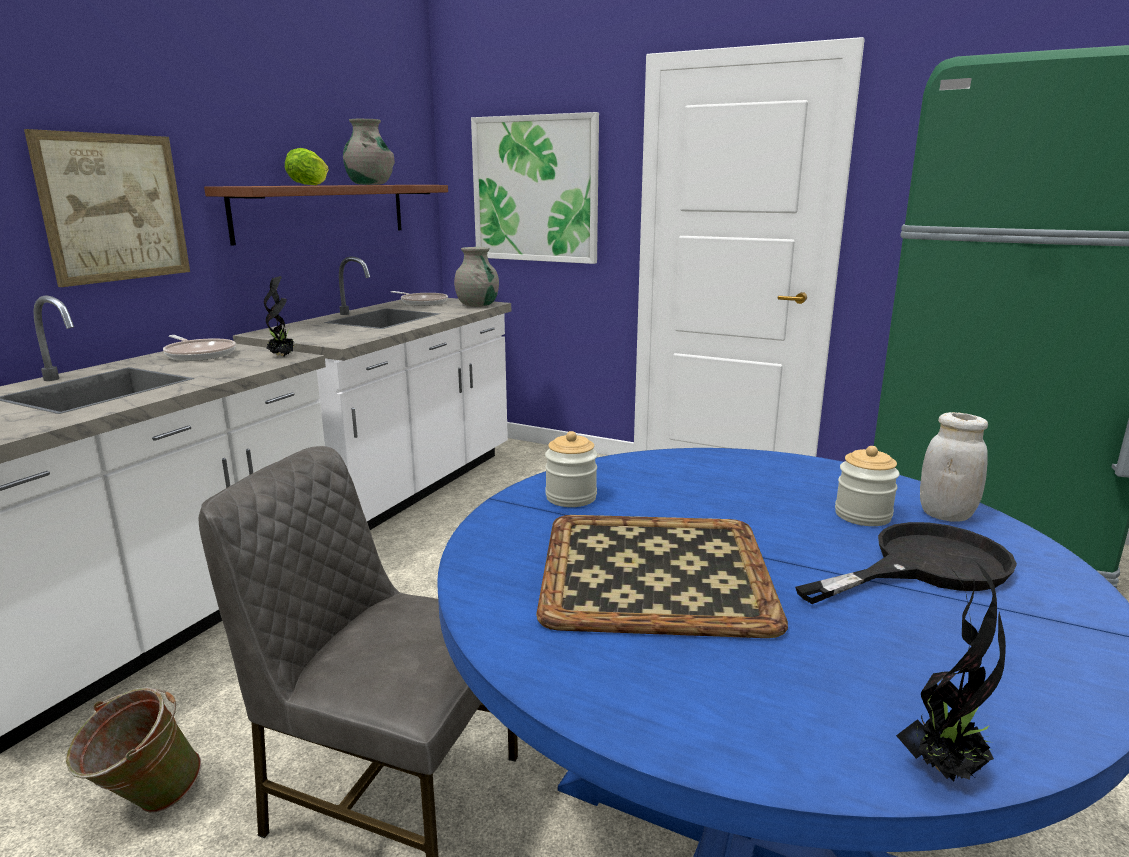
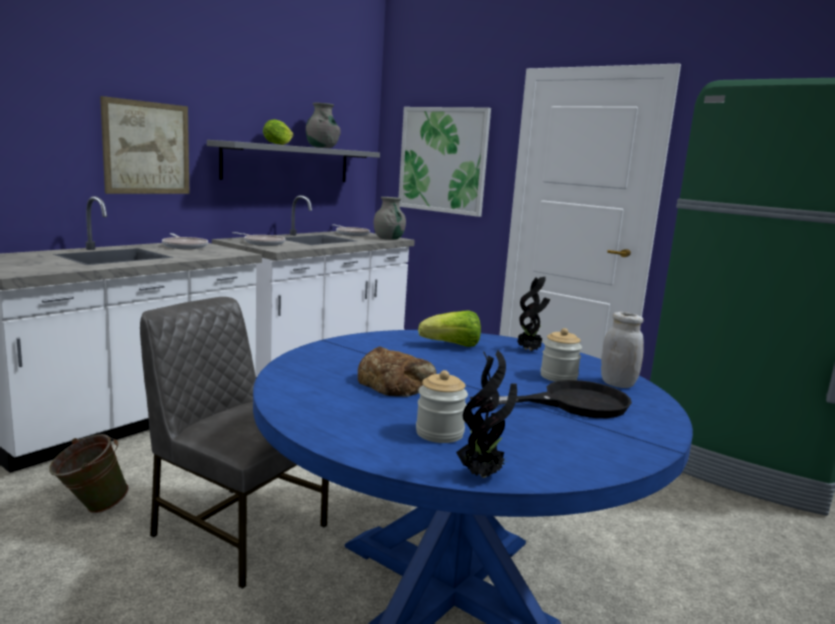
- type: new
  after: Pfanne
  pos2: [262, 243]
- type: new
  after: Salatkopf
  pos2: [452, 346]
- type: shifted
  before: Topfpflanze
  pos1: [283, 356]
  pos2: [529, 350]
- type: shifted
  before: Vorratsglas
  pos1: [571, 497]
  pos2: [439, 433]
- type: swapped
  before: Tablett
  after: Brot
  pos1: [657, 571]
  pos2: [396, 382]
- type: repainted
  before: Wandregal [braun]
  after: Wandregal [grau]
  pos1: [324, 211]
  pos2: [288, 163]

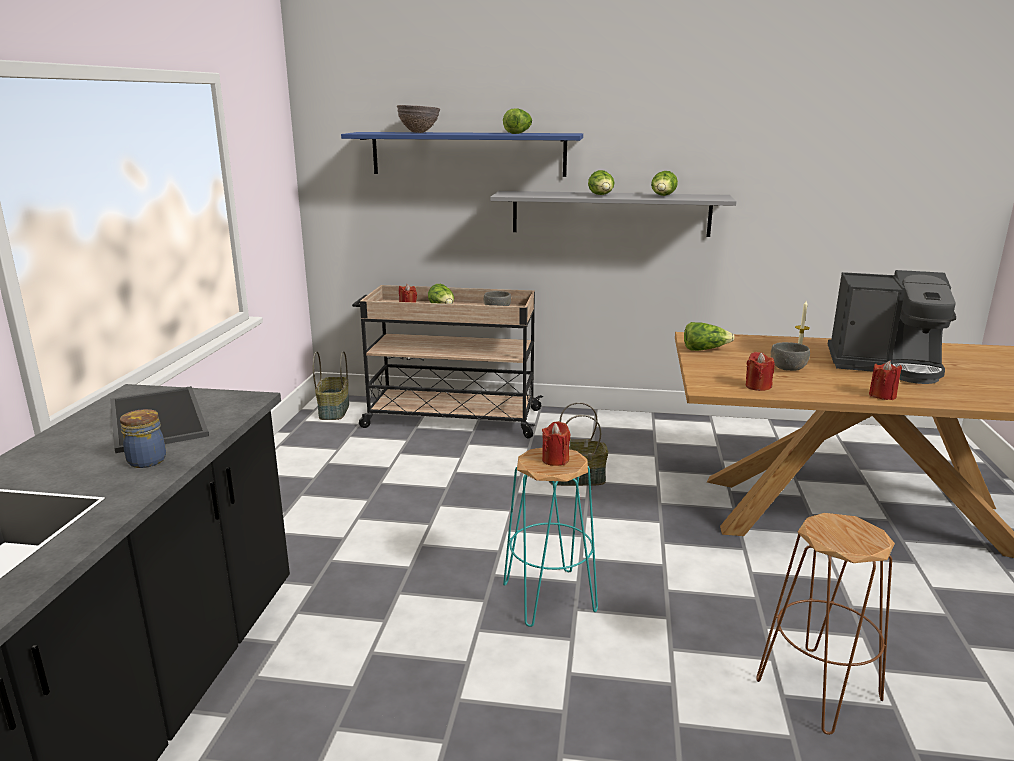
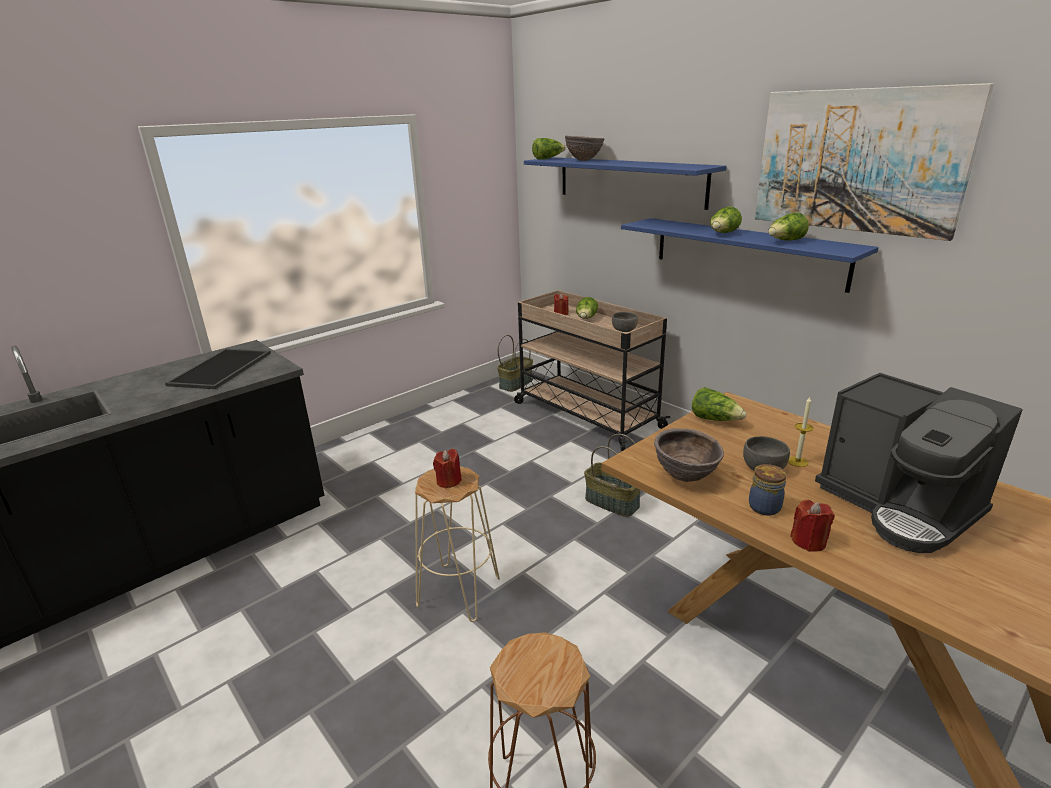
- type: new
  after: Bild
  pos2: [857, 161]
- type: shifted
  before: Vorratsglas
  pos1: [147, 460]
  pos2: [764, 506]
- type: shifted
  before: Salatkopf
  pos1: [518, 133]
  pos2: [548, 159]
- type: swapped
  before: Kerze [rot]
  after: Schüssel [braun]
  pos1: [757, 386]
  pos2: [685, 477]
- type: repainted
  before: Wandregal [grau]
  after: Wandregal [blau]
  pos1: [610, 213]
  pos2: [746, 252]
- type: repainted
  before: Hocker [türkis]
  after: Hocker [beige]
  pos1: [550, 597]
  pos2: [459, 592]

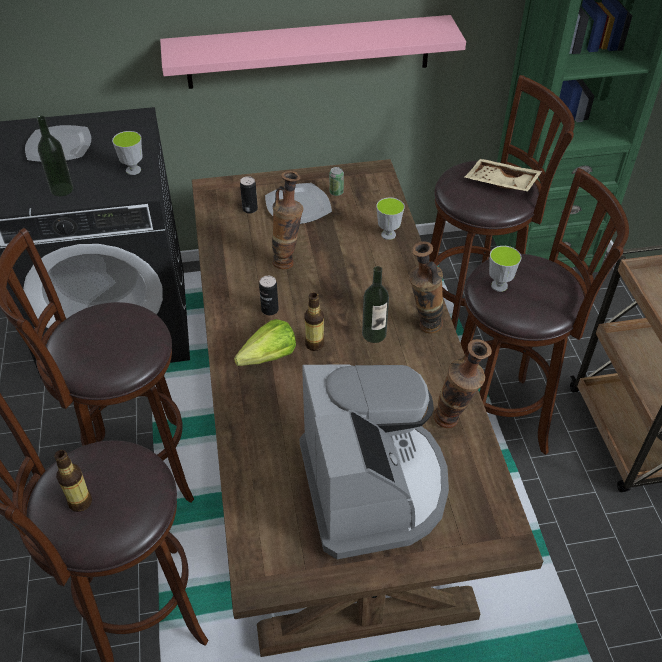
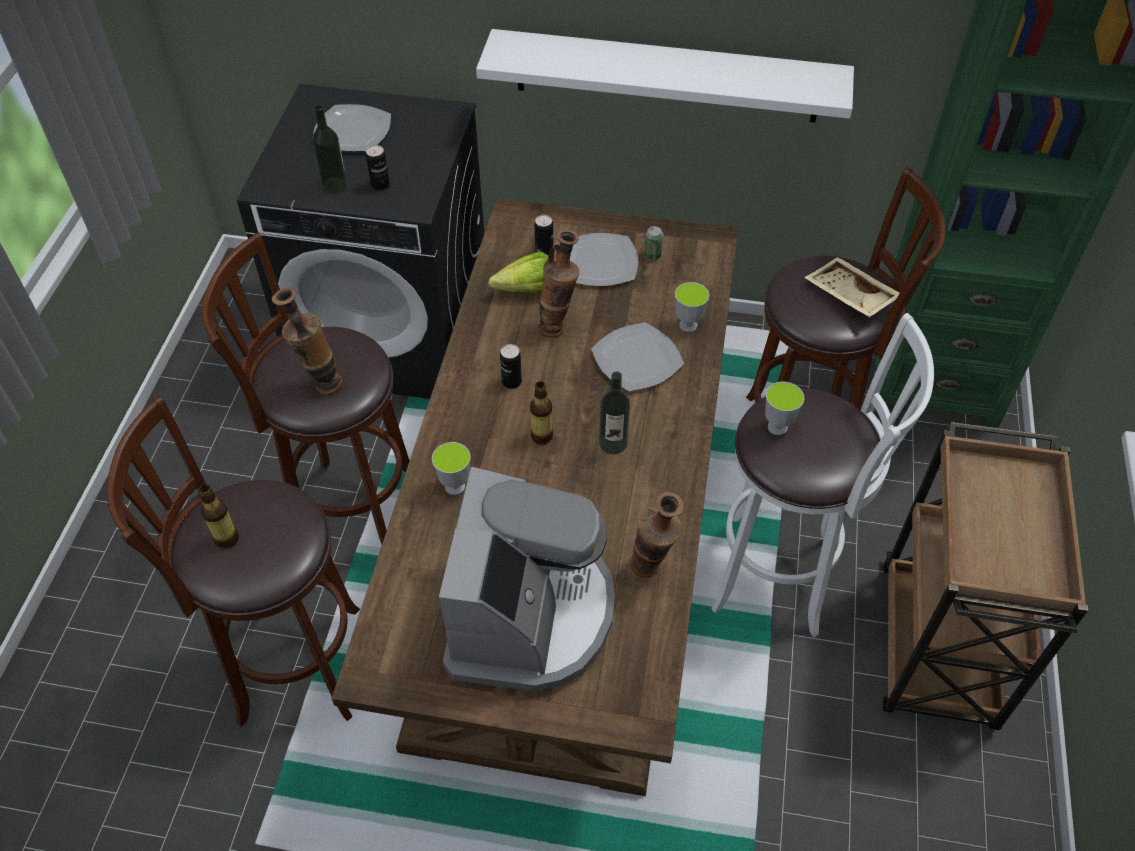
- type: new
  after: Dose
  pos2: [380, 185]
- type: new
  after: Teller
  pos2: [637, 358]
- type: shifted
  before: Tasse
  pos1: [133, 170]
  pos2: [455, 486]
- type: shifted
  before: Salatkopf
  pos1: [263, 359]
  pos2: [521, 290]
- type: shifted
  before: Vase
  pos1: [423, 327]
  pos2: [320, 385]
- type: repainted
  before: Wandregal [rosa]
  after: Wandregal [weiß]
  pos1: [309, 52]
  pos2: [667, 76]
- type: repainted
  before: Hocker [braun]
  after: Hocker [weiß]
  pos1: [501, 417]
  pos2: [781, 576]

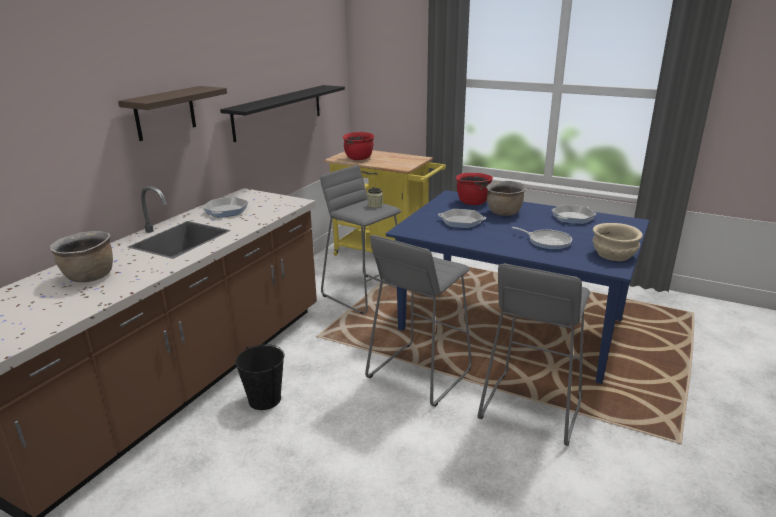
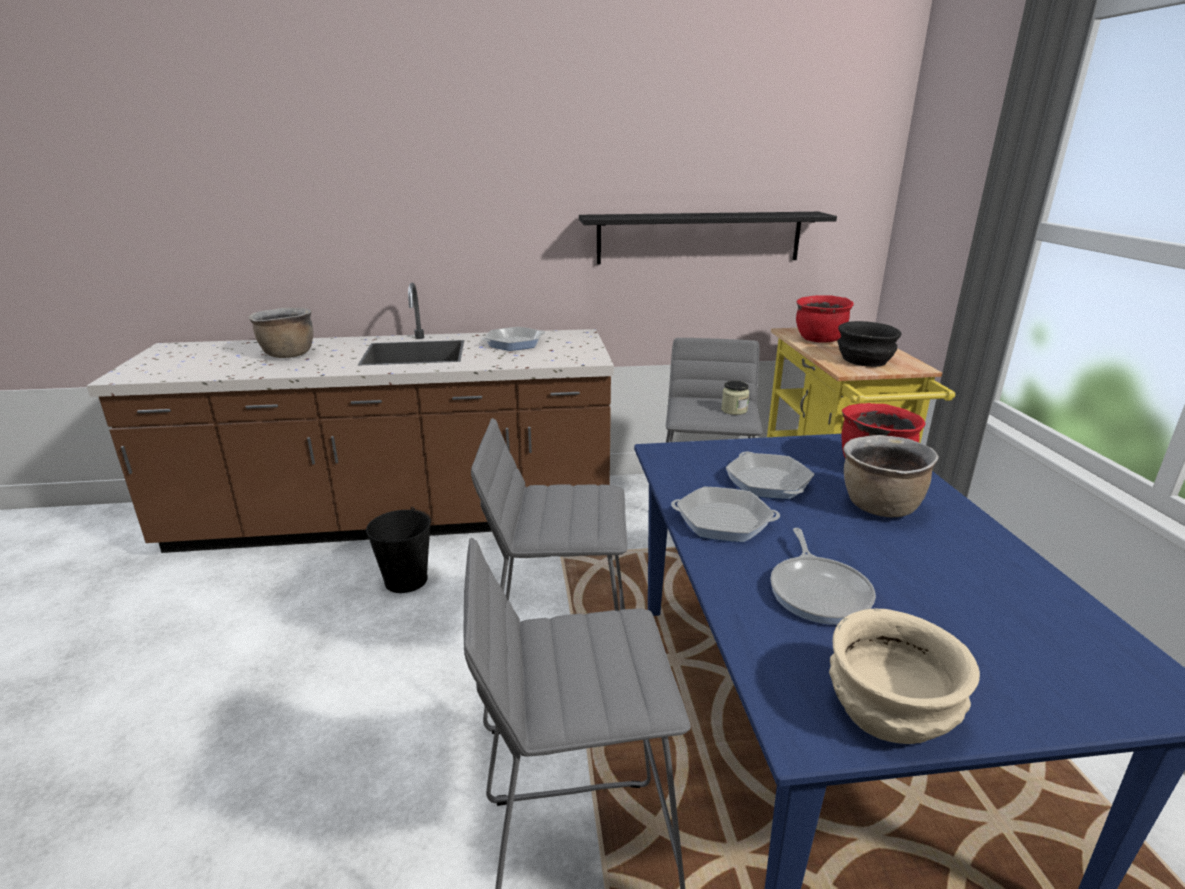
- type: gone
  before: Wandregal
  pos1: [165, 113]
- type: new
  after: Schüssel [schwarz]
  pos2: [864, 360]
- type: shifted
  before: Pfanne
  pos1: [572, 218]
  pos2: [723, 521]

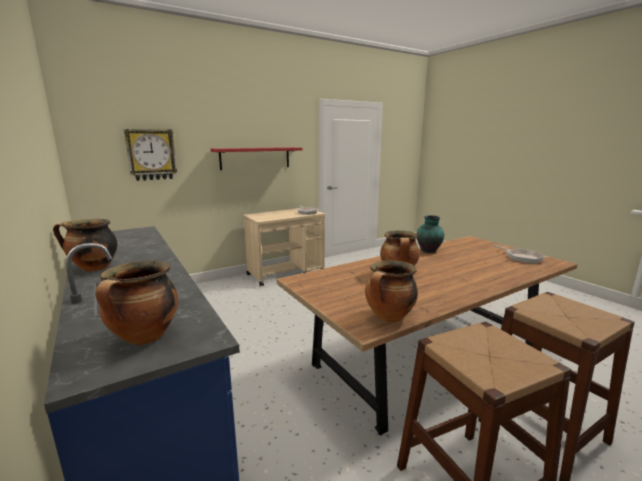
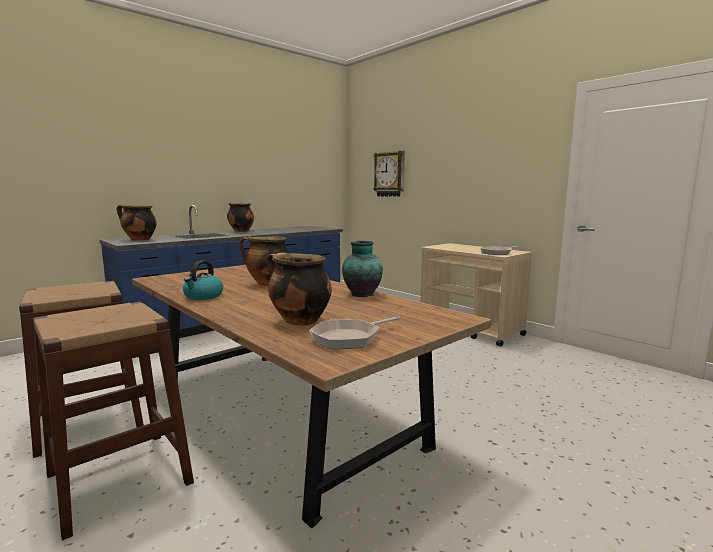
- type: gone
  before: Wandregal [rot]
  pos1: [255, 158]
- type: new
  after: Wasserkessel
  pos2: [203, 296]
- type: shifted
  before: Kochtopf
  pos1: [389, 317]
  pos2: [299, 321]

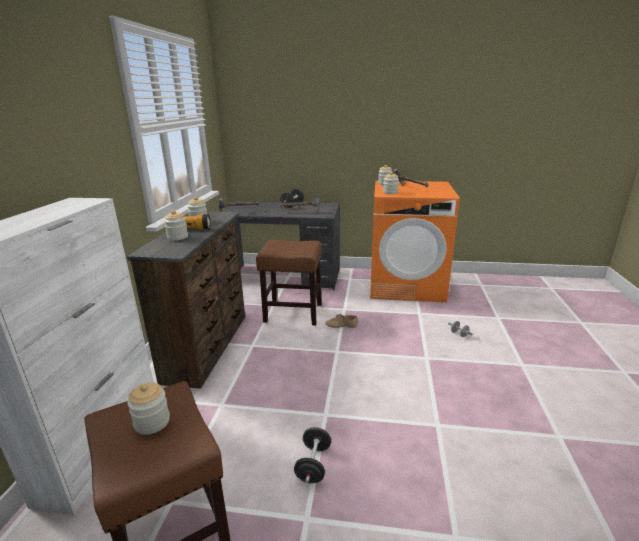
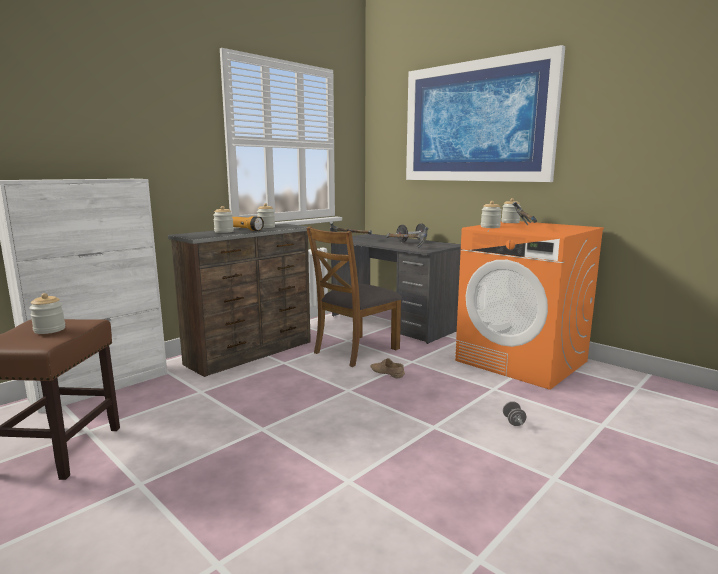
- type: gone
  before: Hantel [schwarz]
  pos1: [313, 465]
- type: new
  after: Bild
  pos2: [476, 122]
- type: swapped
  before: Hocker [braun]
  after: Stuhl [braun]
  pos1: [292, 313]
  pos2: [355, 350]

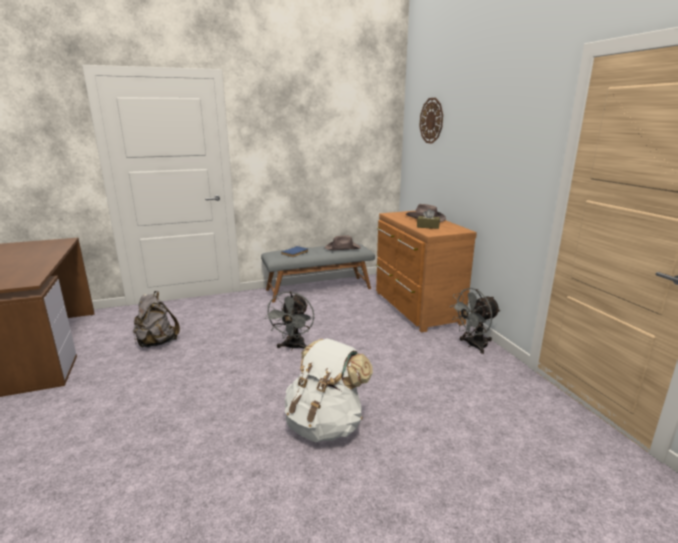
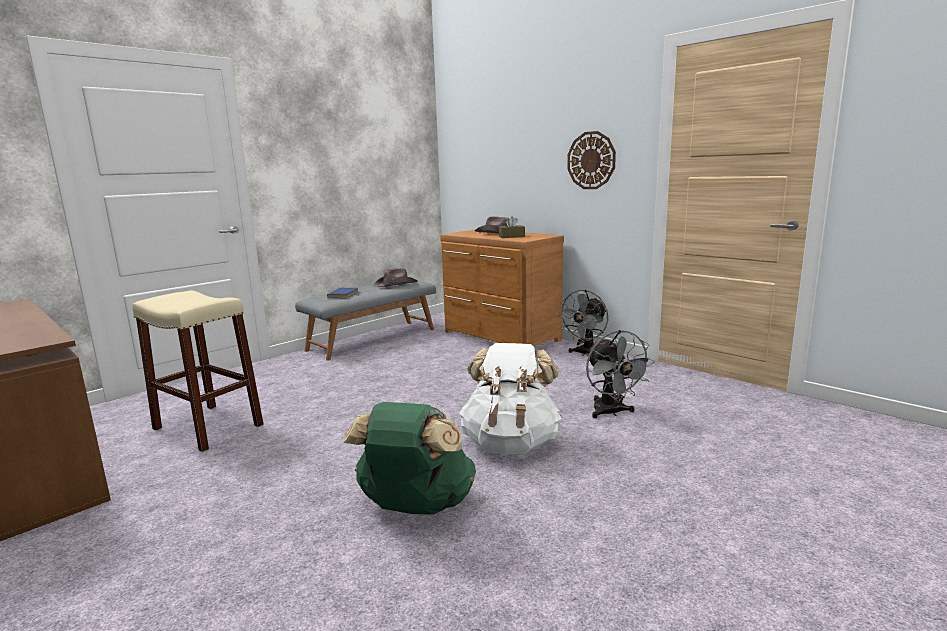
- type: new
  after: Rucksack [grün]
  pos2: [415, 507]
- type: shifted
  before: Ventilator [grau]
  pos1: [293, 347]
  pos2: [611, 413]
- type: shifted
  before: Wanduhr
  pos1: [431, 120]
  pos2: [591, 160]
- type: swapped
  before: Rucksack [grau]
  after: Hocker [beige]
  pos1: [156, 343]
  pos2: [208, 427]

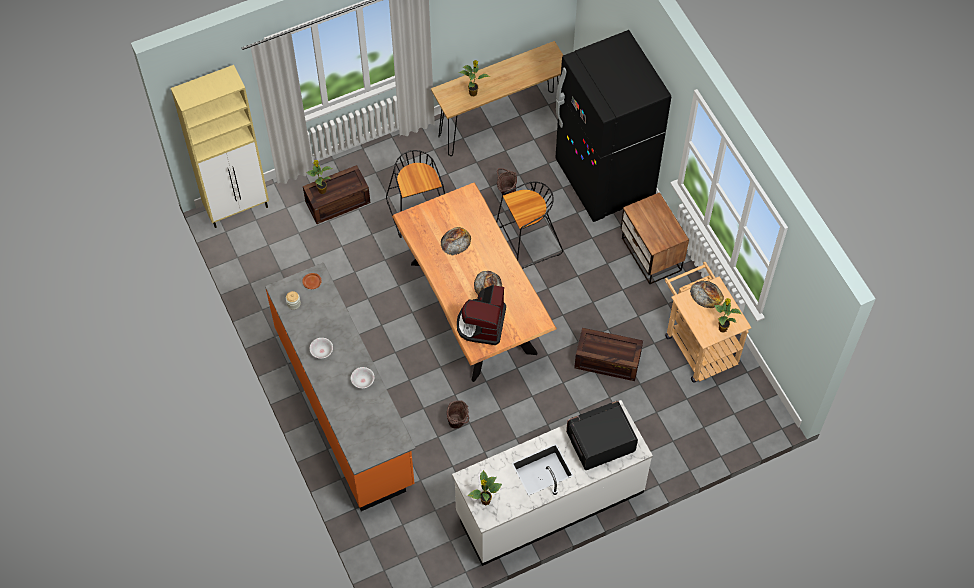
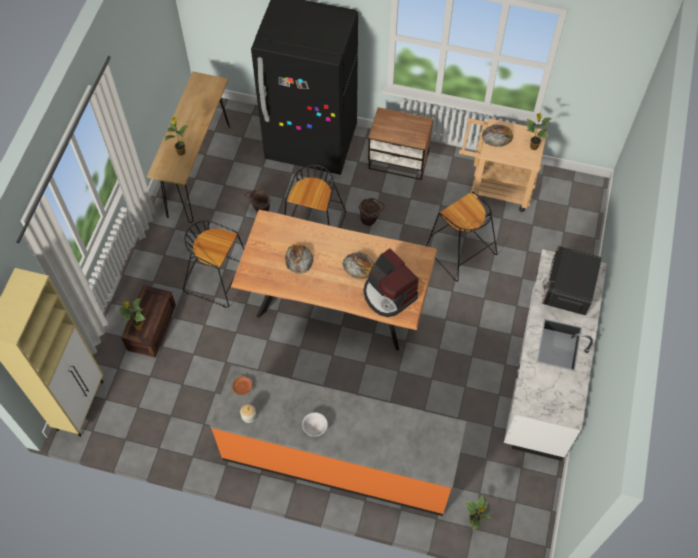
- type: gone
  before: Schüssel [weiß]
  pos1: [363, 381]
- type: shifted
  before: Eimer [braun]
  pos1: [458, 423]
  pos2: [370, 220]
- type: shifted
  before: Topfpflanze
  pos1: [485, 501]
  pos2: [474, 521]
- type: swapped
  before: Kiste
  after: Hocker [schwarz]
  pos1: [606, 362]
  pos2: [459, 251]

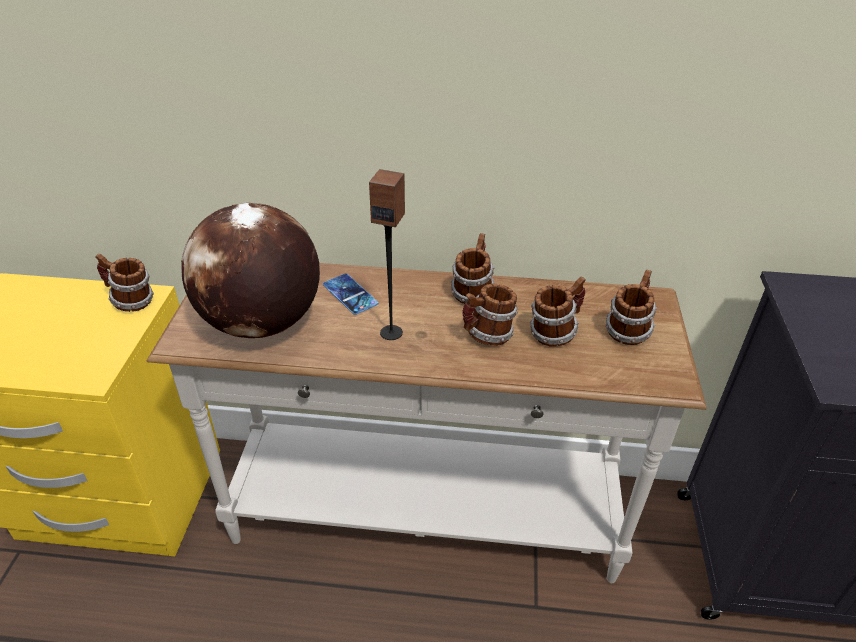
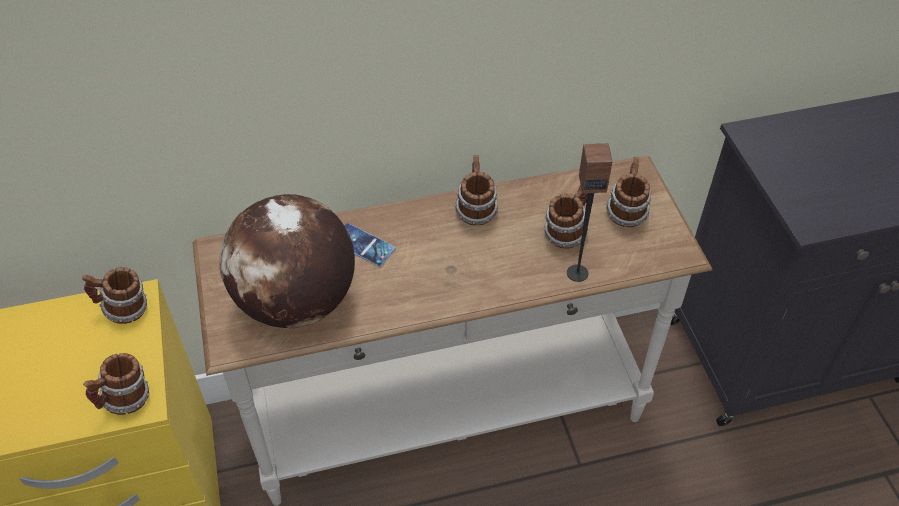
- type: shifted
  before: Lautsprecher
  pos1: [391, 332]
  pos2: [577, 273]
- type: shifted
  before: Henkelbecher
  pos1: [487, 336]
  pos2: [125, 401]

